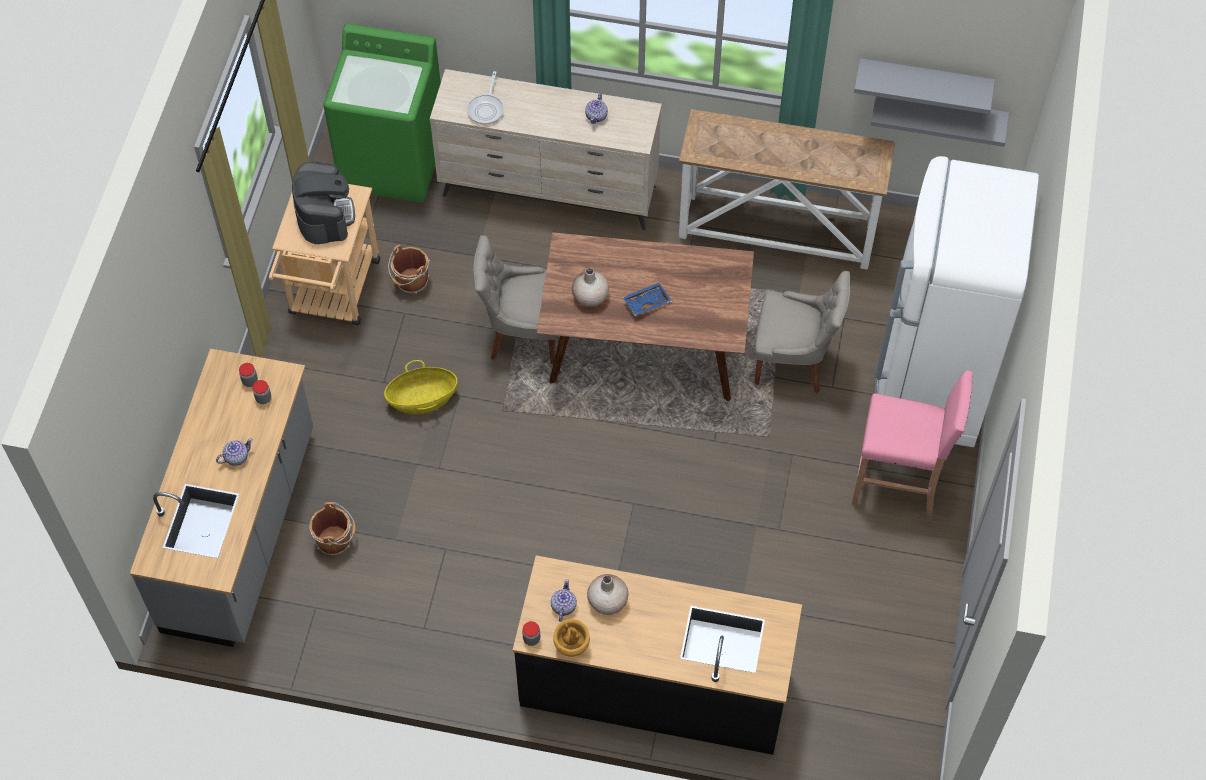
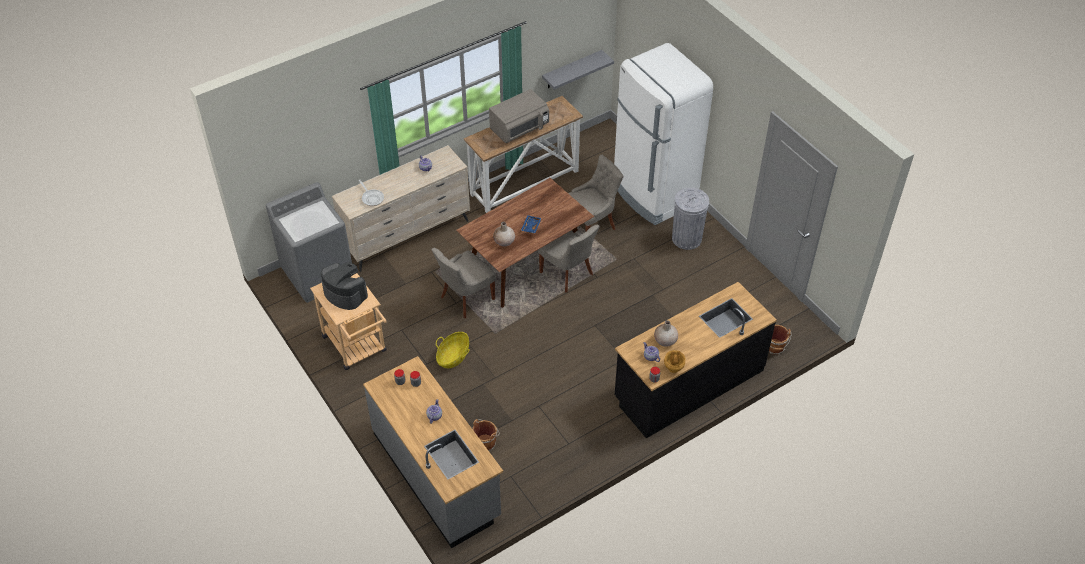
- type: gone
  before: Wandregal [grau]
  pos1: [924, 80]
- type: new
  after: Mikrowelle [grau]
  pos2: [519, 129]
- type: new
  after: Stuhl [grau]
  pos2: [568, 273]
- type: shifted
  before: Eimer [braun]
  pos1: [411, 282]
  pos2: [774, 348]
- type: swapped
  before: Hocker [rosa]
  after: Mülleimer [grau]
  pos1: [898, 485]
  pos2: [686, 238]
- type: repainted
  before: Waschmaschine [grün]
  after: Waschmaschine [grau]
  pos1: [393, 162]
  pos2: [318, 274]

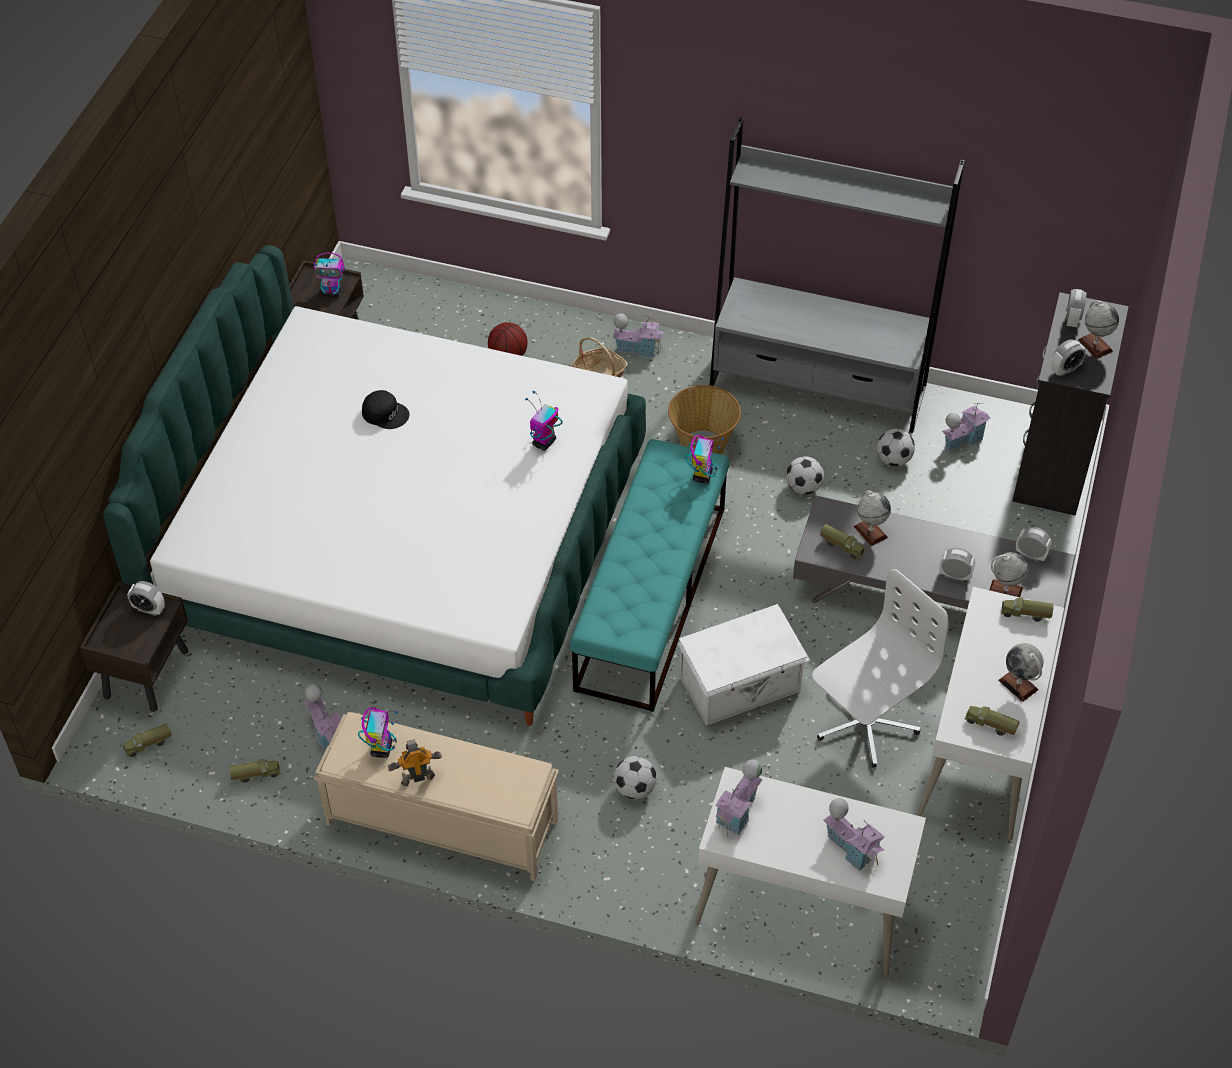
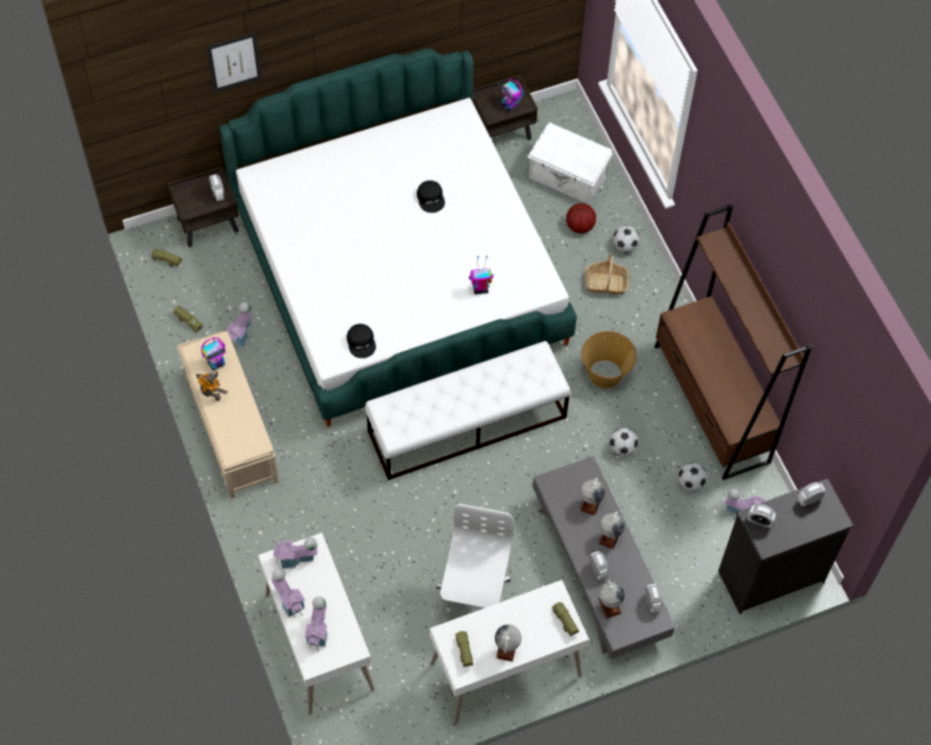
- type: gone
  before: Spielzeugroboter
  pos1: [702, 475]
- type: gone
  before: Spielzeuglaster
  pos1: [842, 546]
- type: new
  after: Bild
  pos2: [234, 62]
- type: new
  after: Kappe [schwarz]
  pos2: [361, 342]
- type: shifted
  before: Spielzeughaus
  pos1: [638, 349]
  pos2: [289, 600]
- type: shifted
  before: Fußball
  pos1: [634, 788]
  pos2: [625, 246]
- type: shifted
  before: Aufbewahrungsbox [weiß]
  pos1: [741, 685]
  pos2: [568, 177]
- type: shifted
  before: Globus
  pos1: [1095, 345]
  pos2: [610, 536]
- type: repainted
  before: Bank [türkis]
  after: Bank [weiß]
  pos1: [651, 596]
  pos2: [467, 424]
- type: repainted
  before: Bücherregal [grau]
  after: Bücherregal [braun]
  pos1: [818, 387]
  pos2: [711, 404]
- type: rotated
  before: Bürostuhl [weiß]
  pos1: [865, 722]
  pos2: [473, 594]
  turn: -90

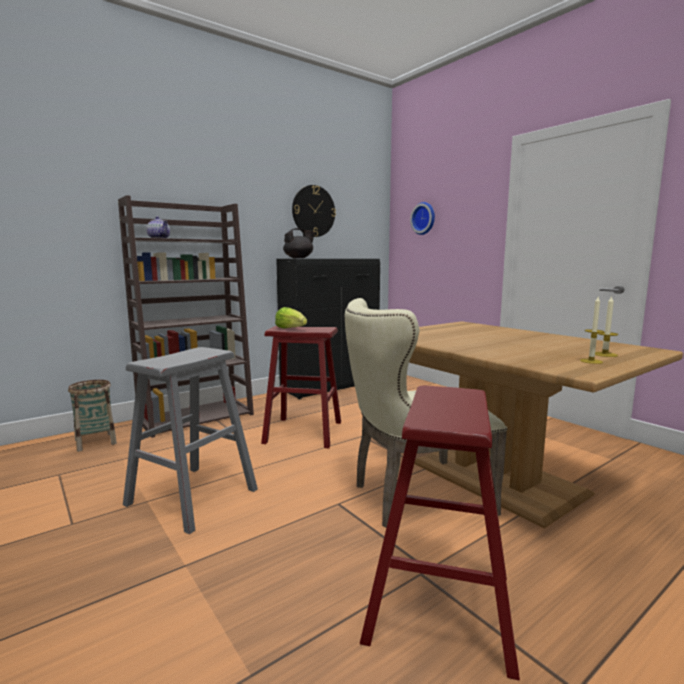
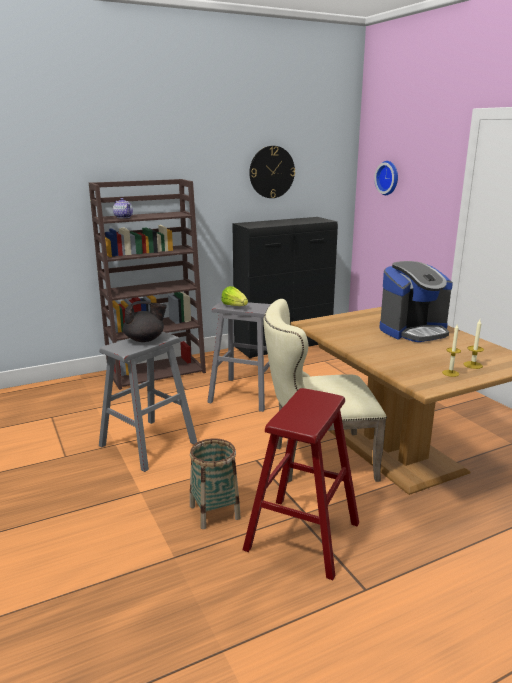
- type: new
  after: Kaffeemaschine
  pos2: [413, 331]
- type: shifted
  before: Korb
  pos1: [95, 442]
  pos2: [214, 512]
- type: shifted
  before: Teekanne [schwarz]
  pos1: [299, 258]
  pos2: [145, 339]
- type: repainted
  before: Hocker [rot]
  after: Hocker [grau]
  pos1: [304, 432]
  pos2: [245, 394]

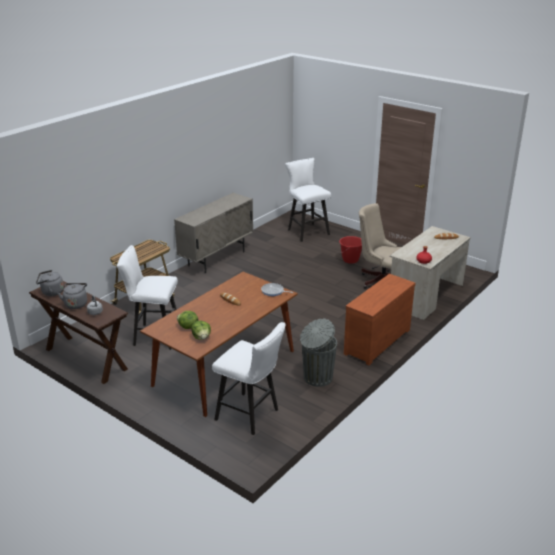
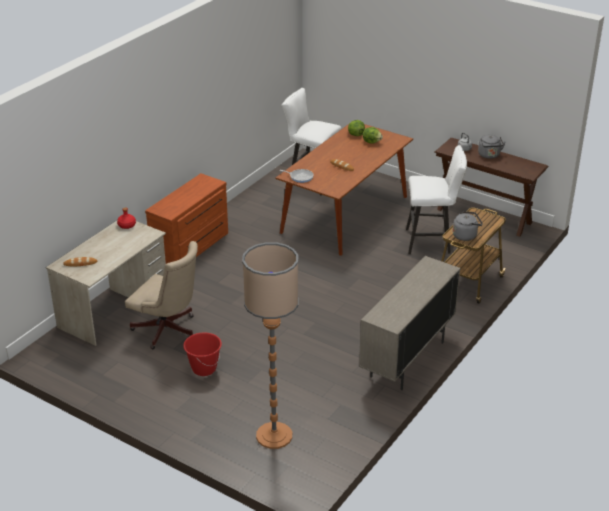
- type: gone
  before: Mülleimer [grau]
  pos1: [317, 378]
- type: shifted
  before: Wasserkessel [grau]
  pos1: [51, 292]
  pos2: [466, 235]
- type: swapped
  before: Hocker [weiß]
  after: Stehlampe
  pos1: [306, 231]
  pos2: [274, 436]

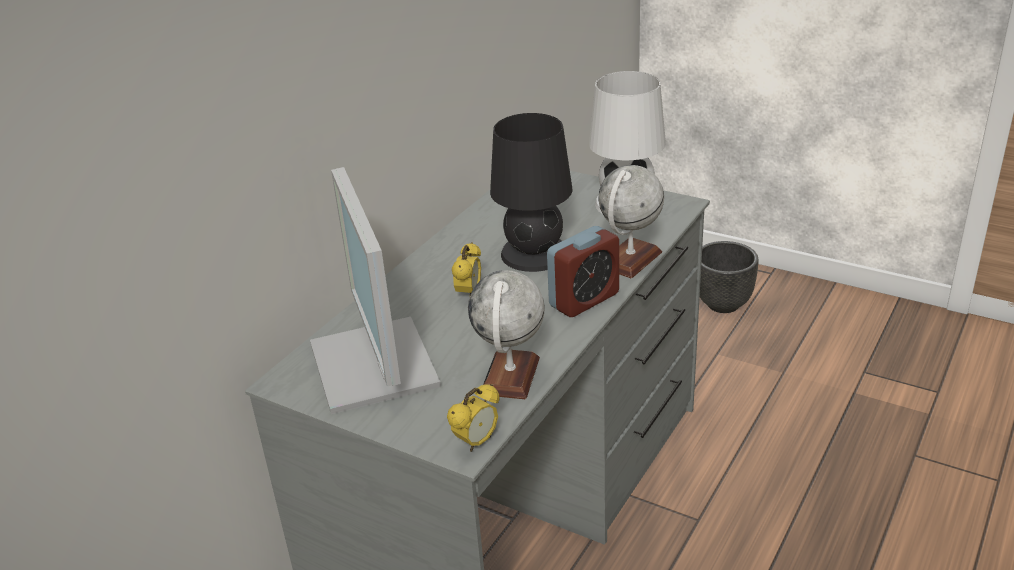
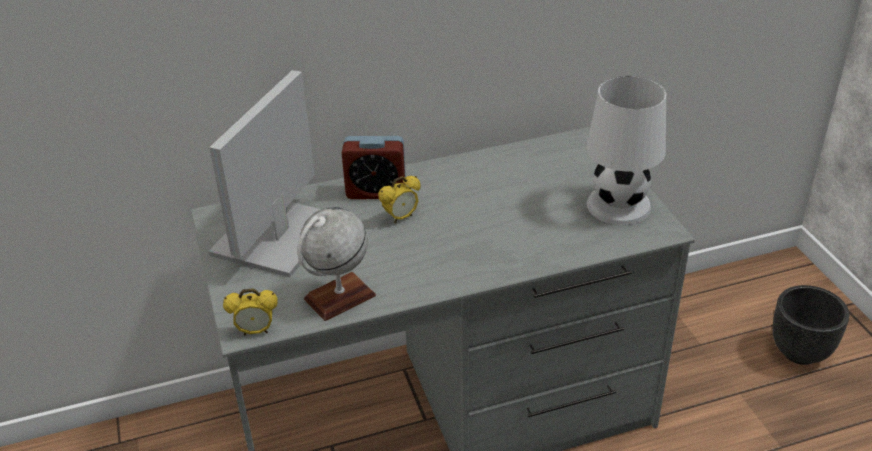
- type: gone
  before: Tischlampe [schwarz]
  pos1: [533, 253]
- type: gone
  before: Globus
  pos1: [630, 259]
- type: shifted
  before: Wecker
  pos1: [584, 300]
  pos2: [376, 191]

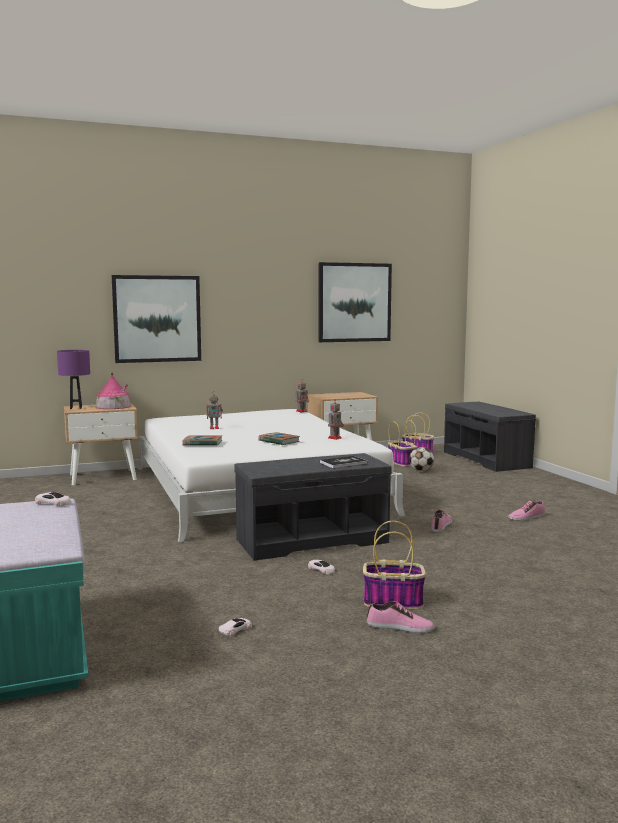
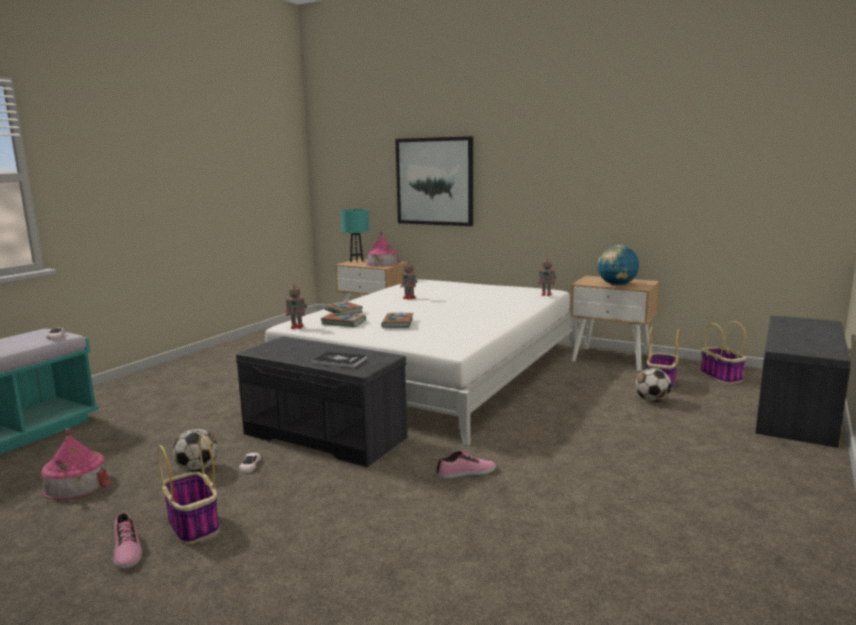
- type: gone
  before: Bild
  pos1: [354, 302]
- type: gone
  before: Schuh
  pos1: [526, 517]
- type: new
  after: Fußball
  pos2: [197, 469]
- type: new
  after: Buch
  pos2: [343, 322]
- type: new
  after: Globus
  pos2: [617, 285]
- type: shifted
  before: Spielzeugroboter
  pos1: [335, 438]
  pos2: [298, 327]
- type: swapped
  before: Spielzeugauto [weiß]
  after: Spielzeughaus
  pos1: [236, 630]
  pos2: [76, 484]
- type: repainted
  before: Tischlampe [lila]
  after: Tischlampe [türkis]
  pos1: [75, 408]
  pos2: [356, 261]

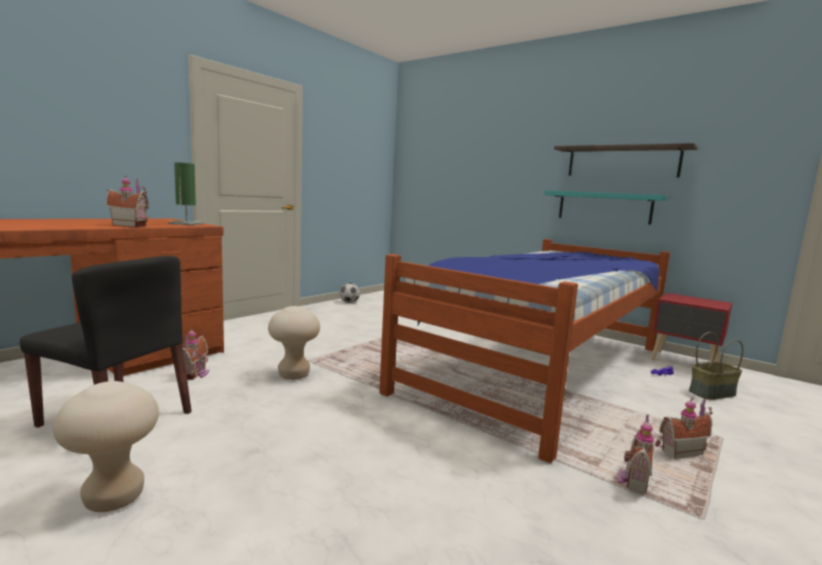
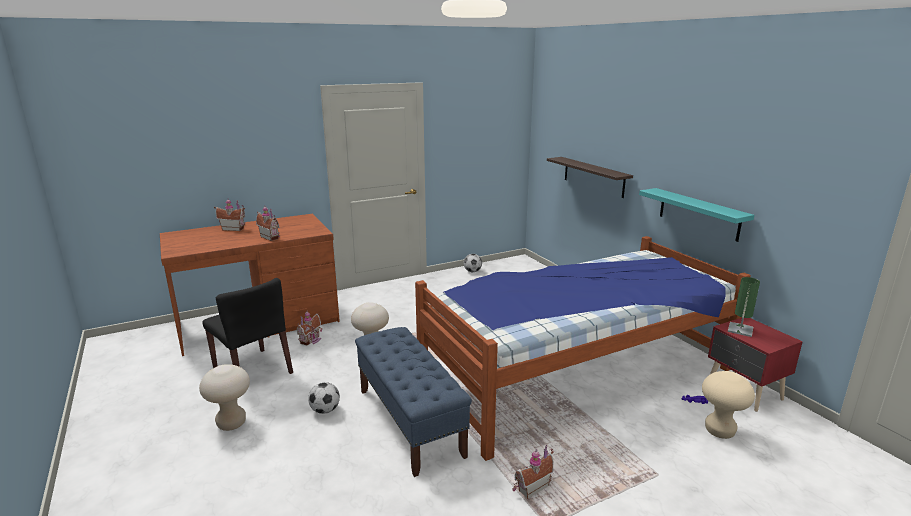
- type: new
  after: Fußball
  pos2: [325, 410]
- type: new
  after: Bank [blau]
  pos2: [410, 422]
- type: shifted
  before: Tischlampe [grün]
  pos1: [186, 223]
  pos2: [740, 330]
- type: shifted
  before: Wandregal
  pos1: [622, 162]
  pos2: [593, 176]
- type: shifted
  before: Spielzeughaus
  pos1: [678, 452]
  pos2: [233, 228]
- type: swapped
  before: Korb
  after: Hocker [beige]
  pos1: [711, 393]
  pos2: [719, 431]

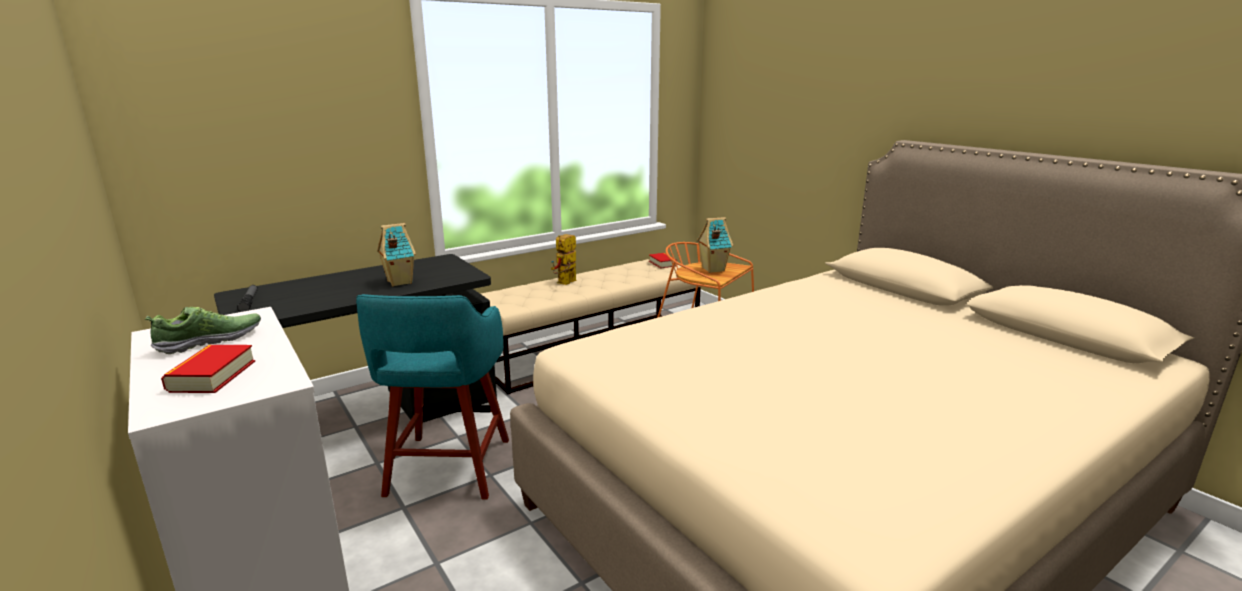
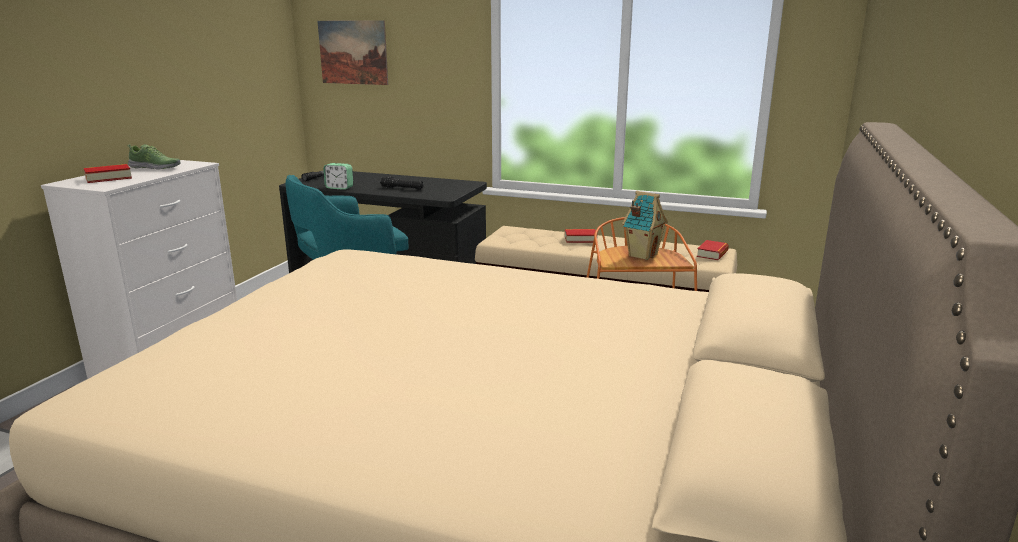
- type: new
  after: Bild
  pos2: [353, 52]
- type: new
  after: Wecker
  pos2: [339, 188]
- type: swapped
  before: Spielzeughaus
  after: Taschenlampe [schwarz]
  pos1: [399, 282]
  pos2: [402, 188]
- type: swapped
  before: Spielzeugroboter
  after: Buch
  pos1: [565, 283]
  pos2: [580, 239]

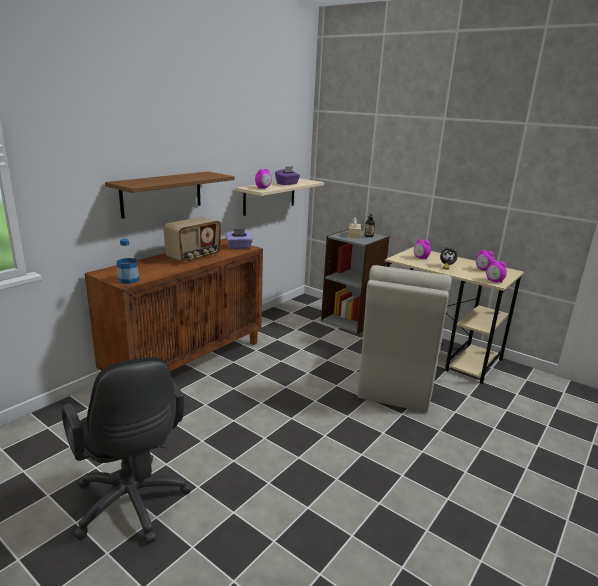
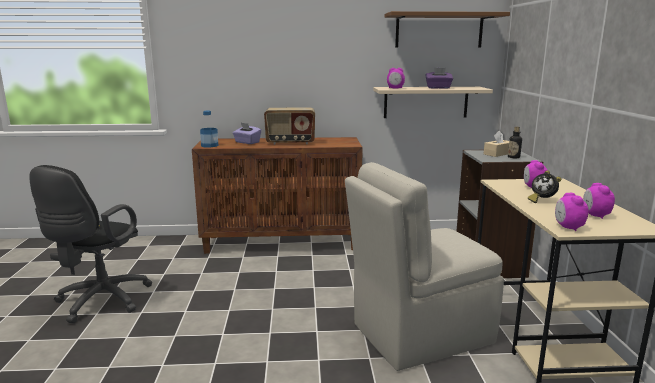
- type: shifted
  before: Wandregal [braun]
  pos1: [162, 194]
  pos2: [439, 30]
- type: shifted
  before: Taschentuchbox [lila]
  pos1: [239, 247]
  pos2: [247, 142]

